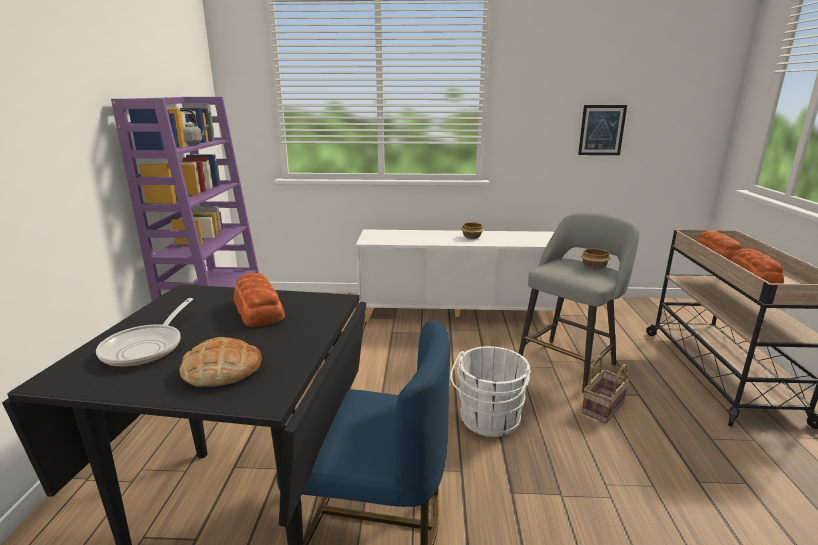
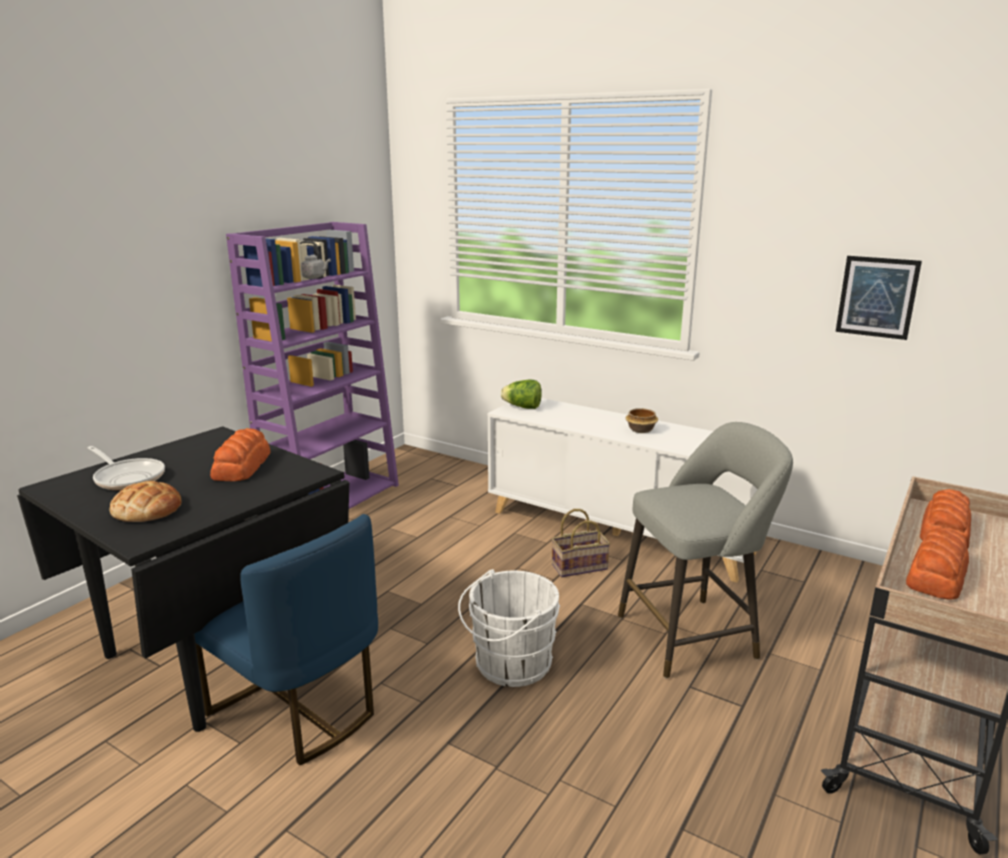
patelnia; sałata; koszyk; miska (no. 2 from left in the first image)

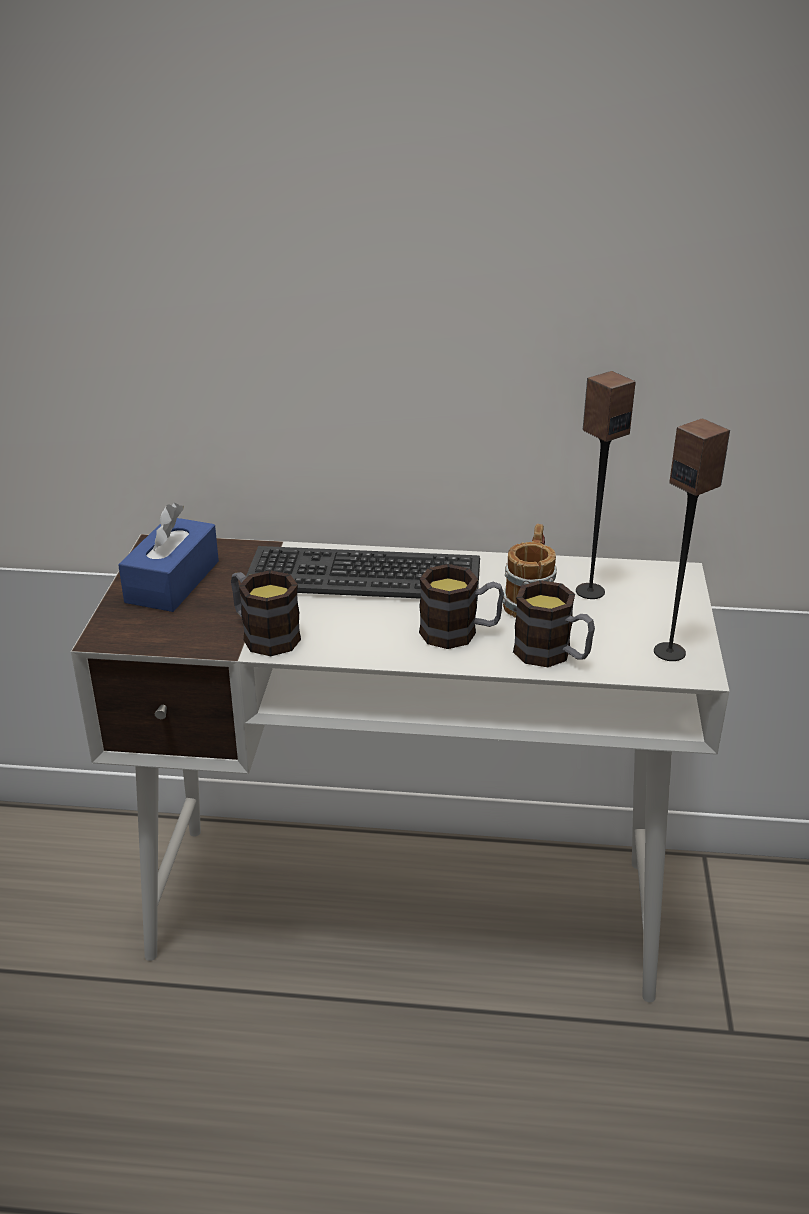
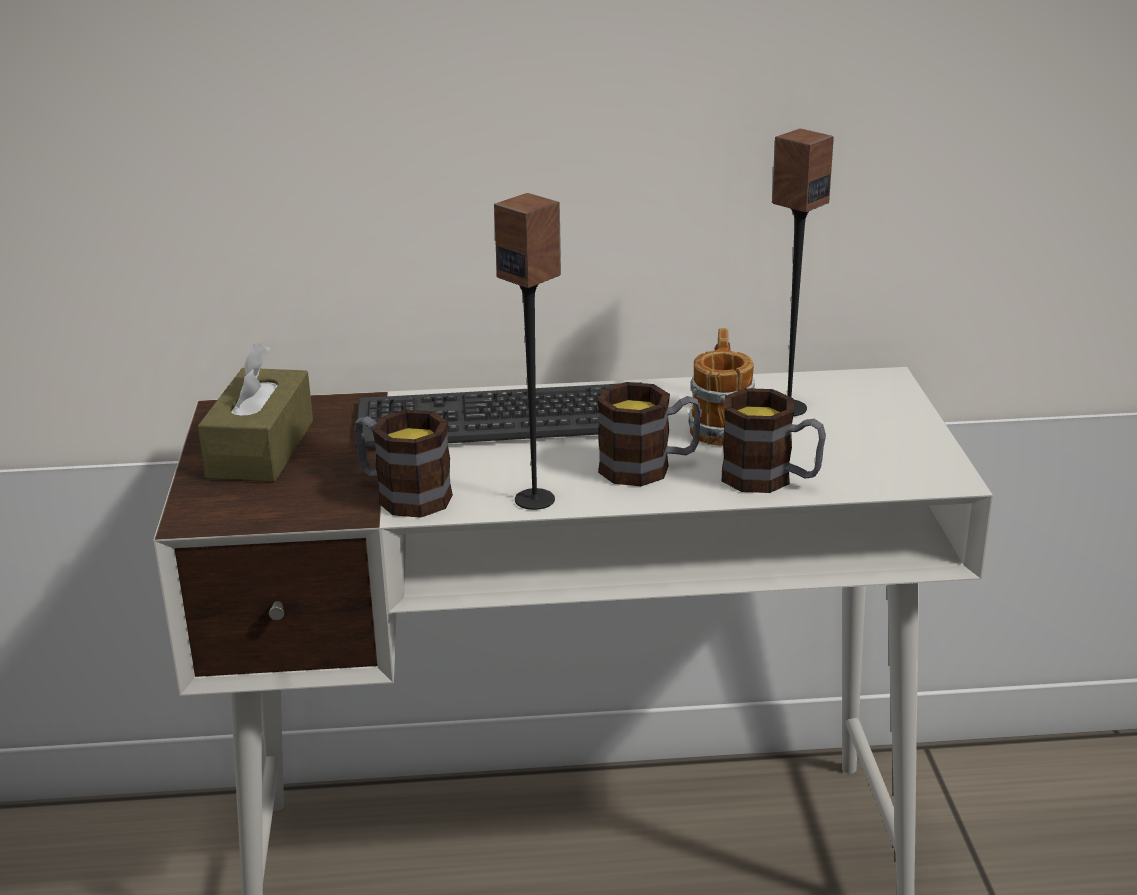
pudełko chusteczek (brązowy); głośnik (no. 1 from left)

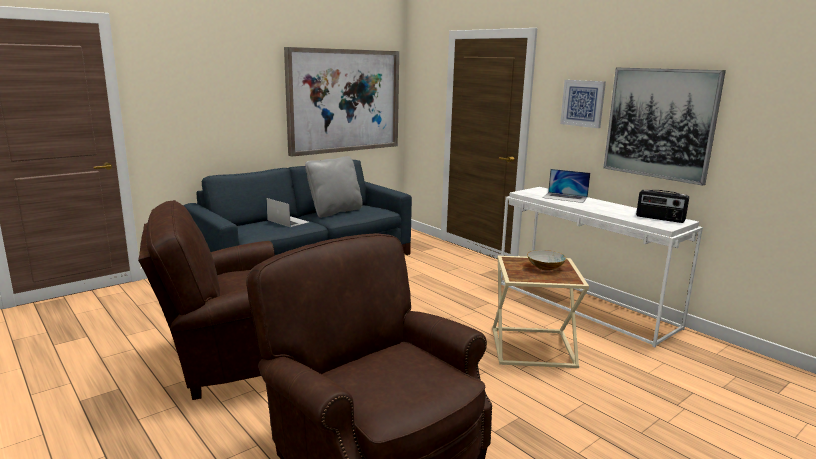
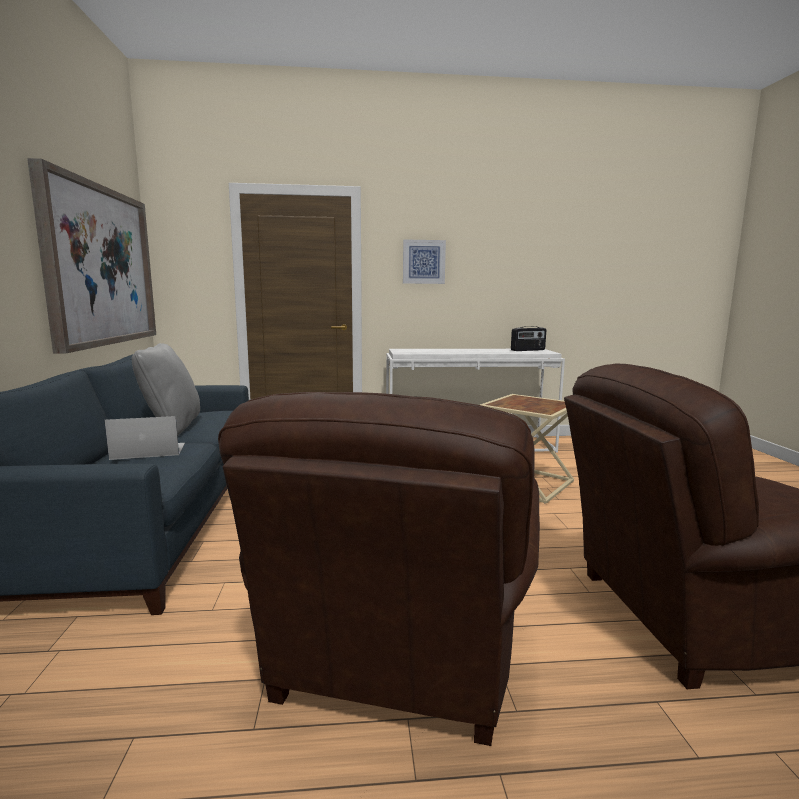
miska; laptop (no. 2 from left in the first image); obraz (no. 3 from left in the first image)

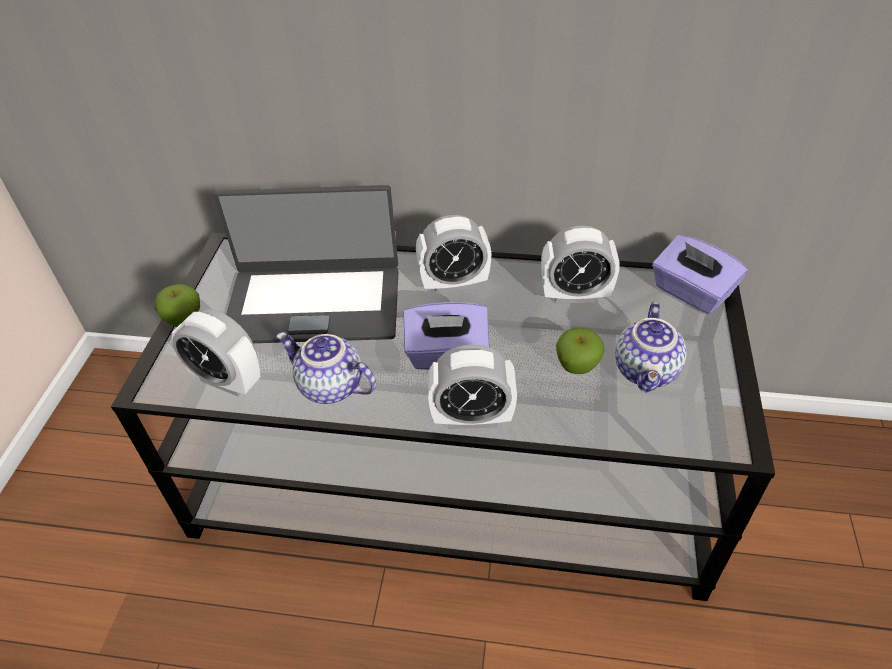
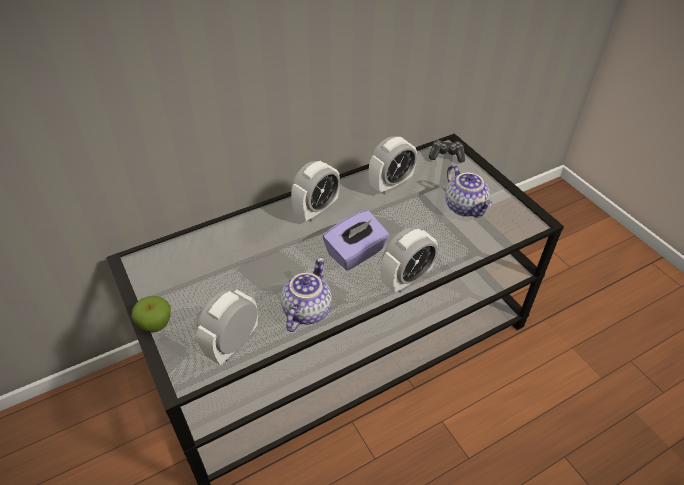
budzik (no. 1 from left); imbryk (no. 1 from left); pad do gier; laptop; jabłko (no. 2 from left in the first image)

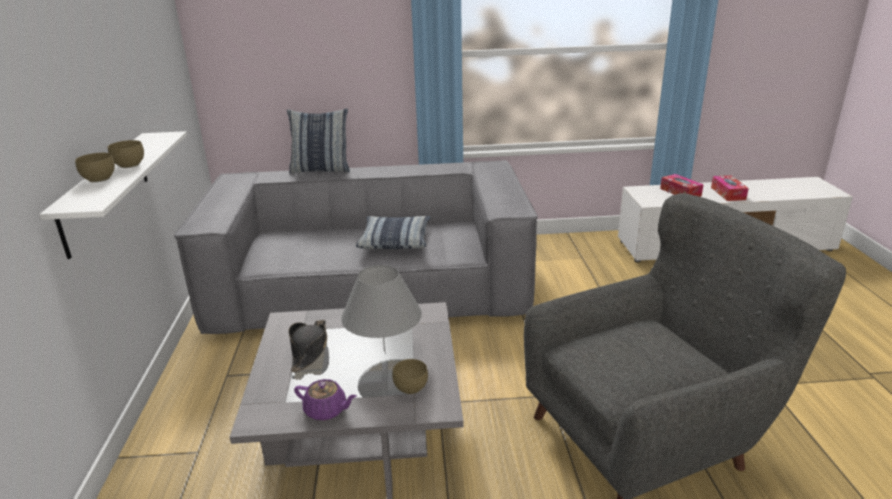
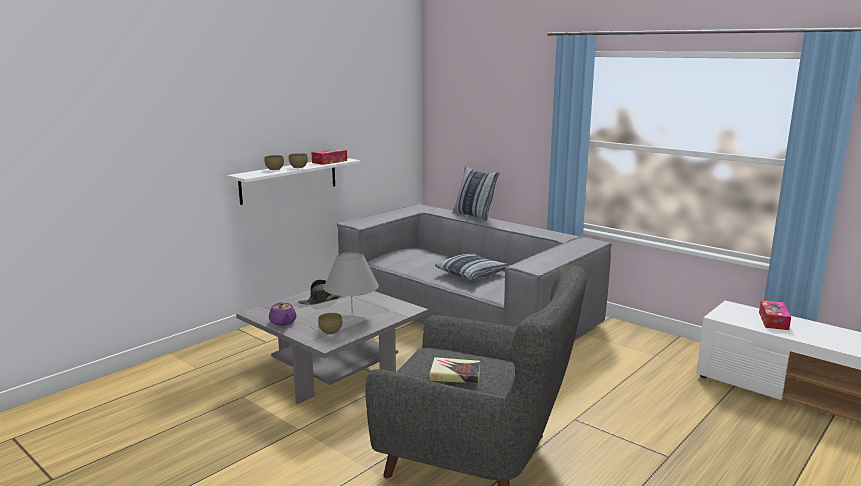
pudełko chusteczek (no. 1 from left); książka

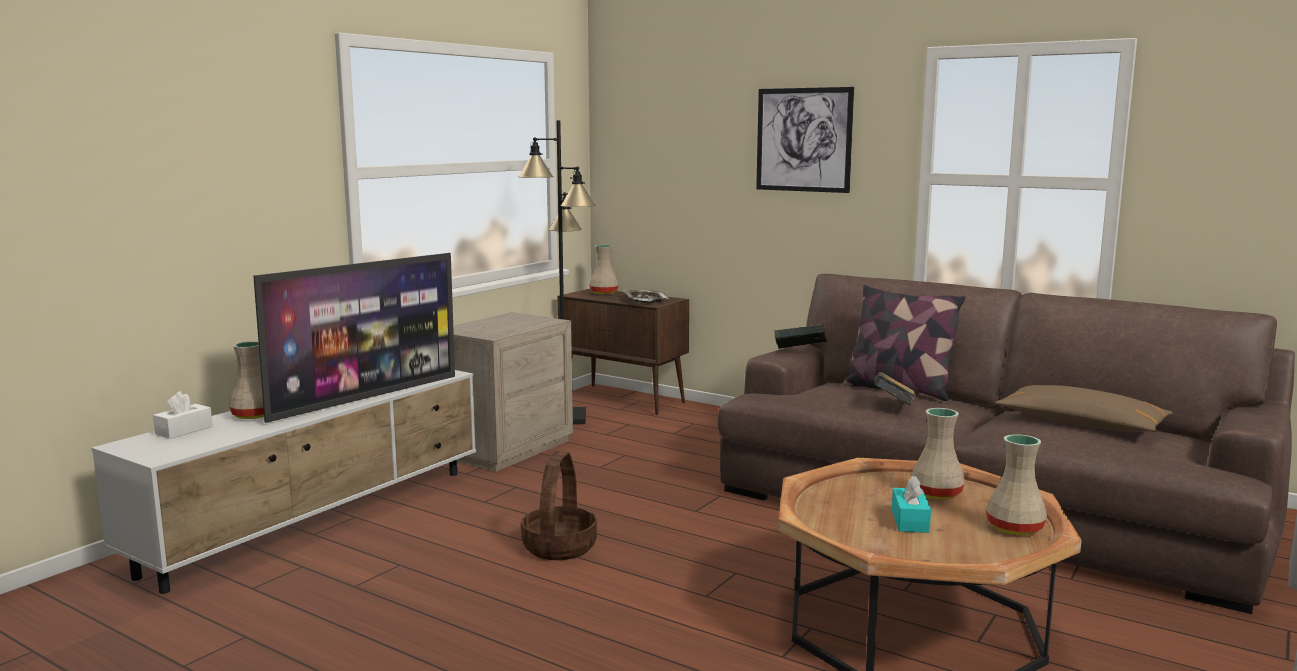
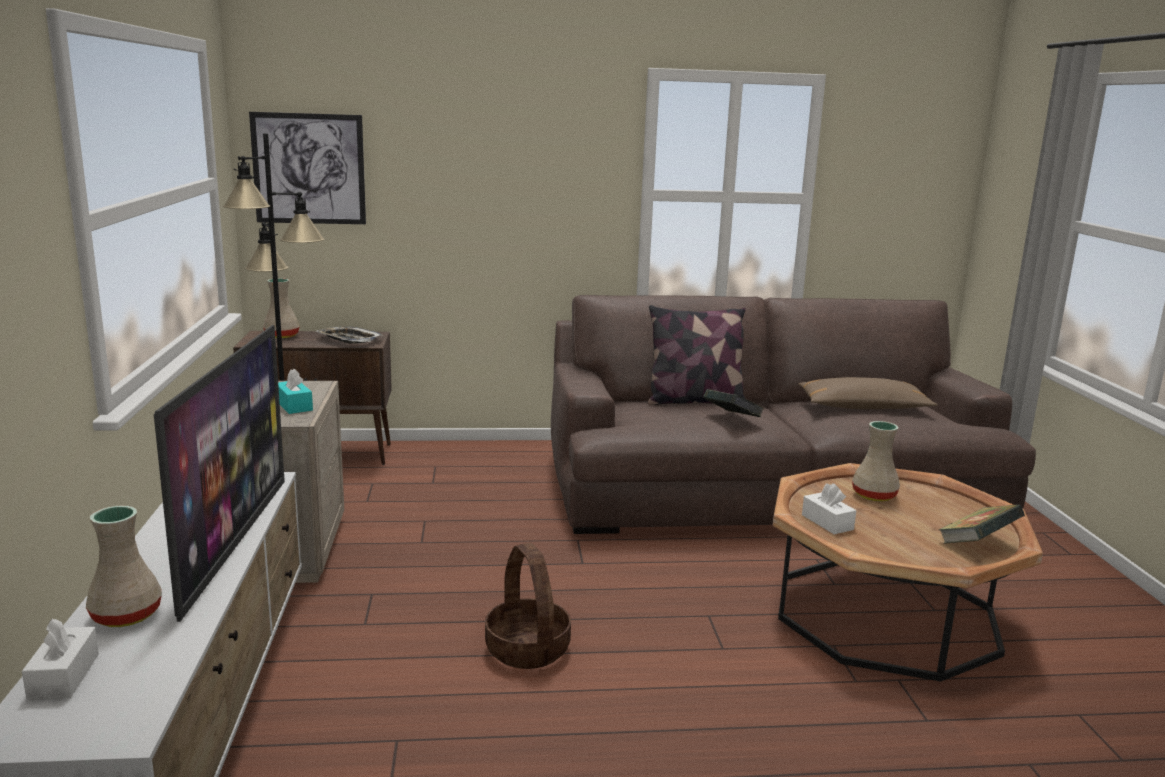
obraz; pudełko chusteczek (turkusowy); pudełko chusteczek (biały) (no. 2 from left); książka (no. 2 from left); wazon (beżowy) (no. 4 from left in the first image)

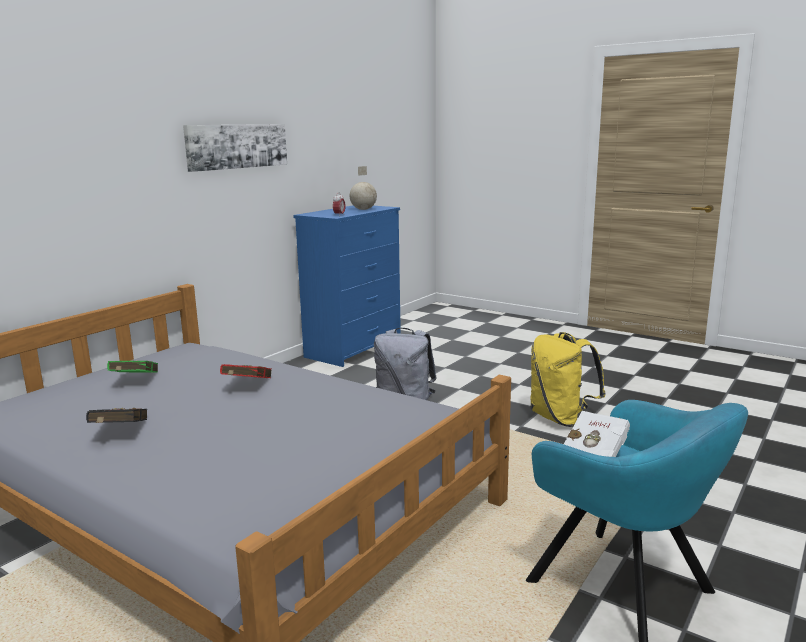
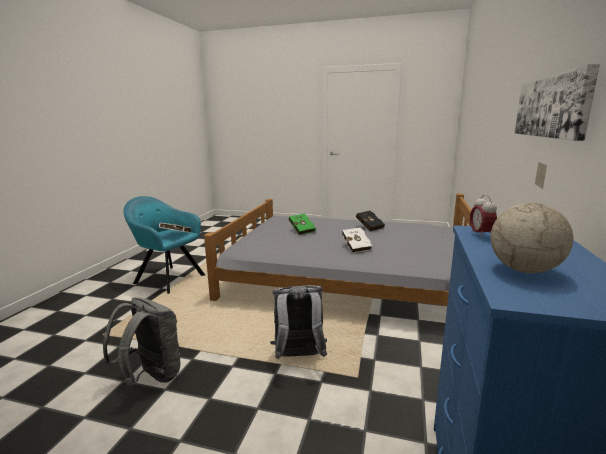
plecak (szary) (no. 1 from left); książka (zielony); książka (biały) (no. 2 from left)

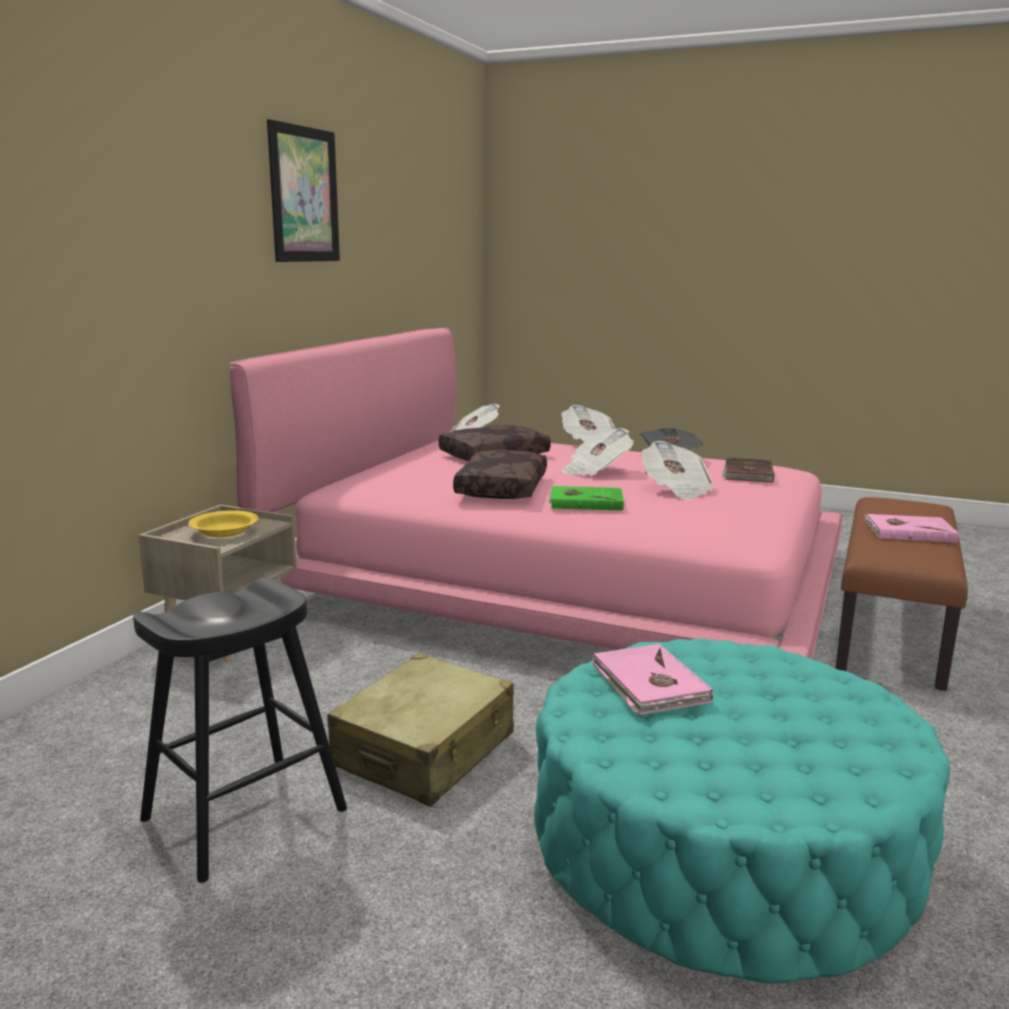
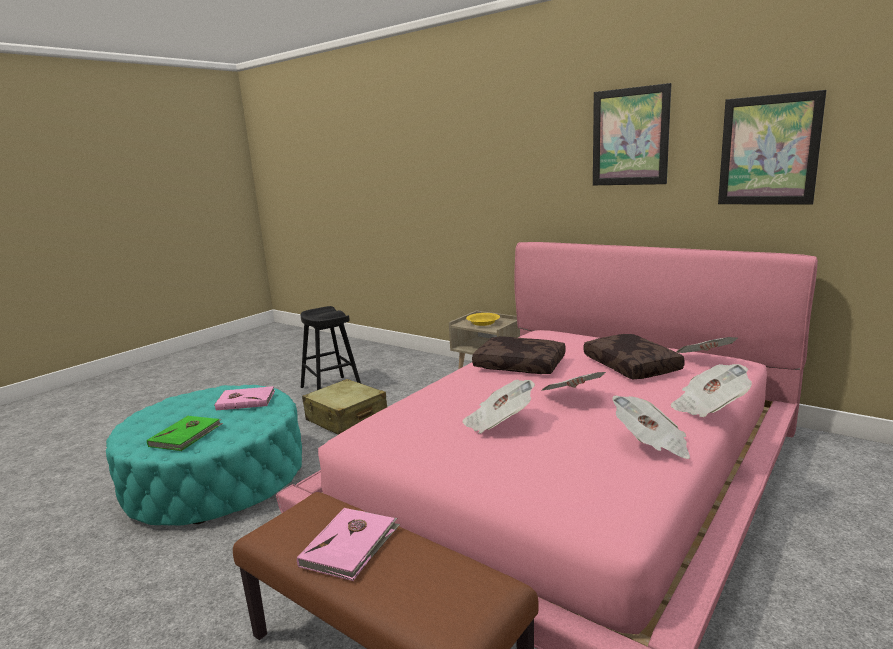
książka (zielony); obraz (no. 2 from left); książka (brązowy)

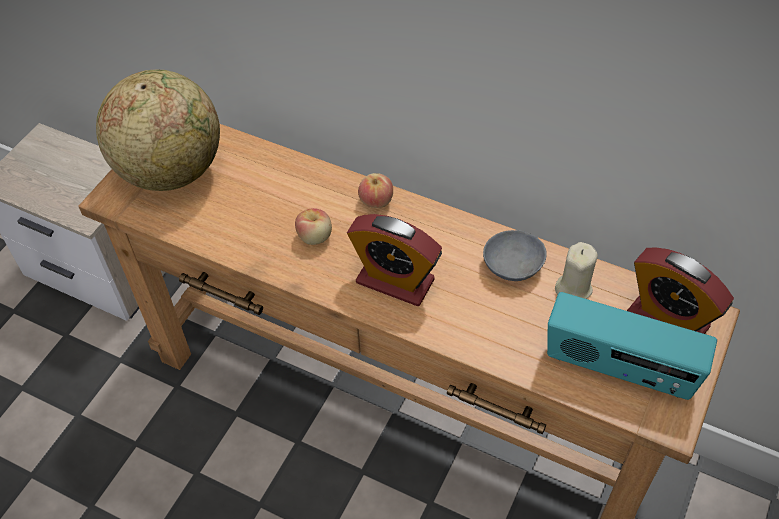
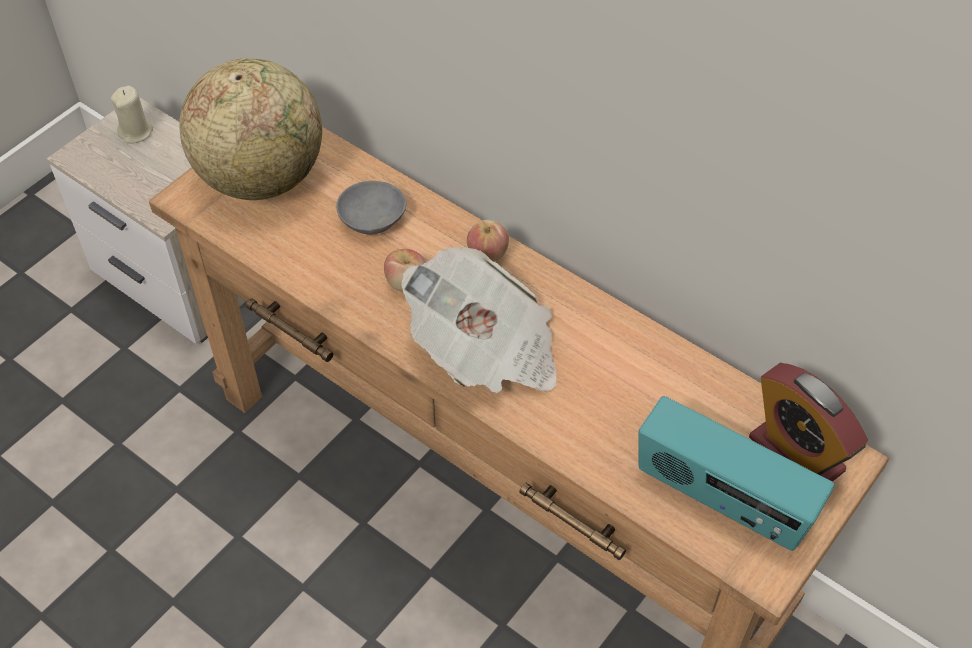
świeca (beżowy); miska (szary); gazeta

